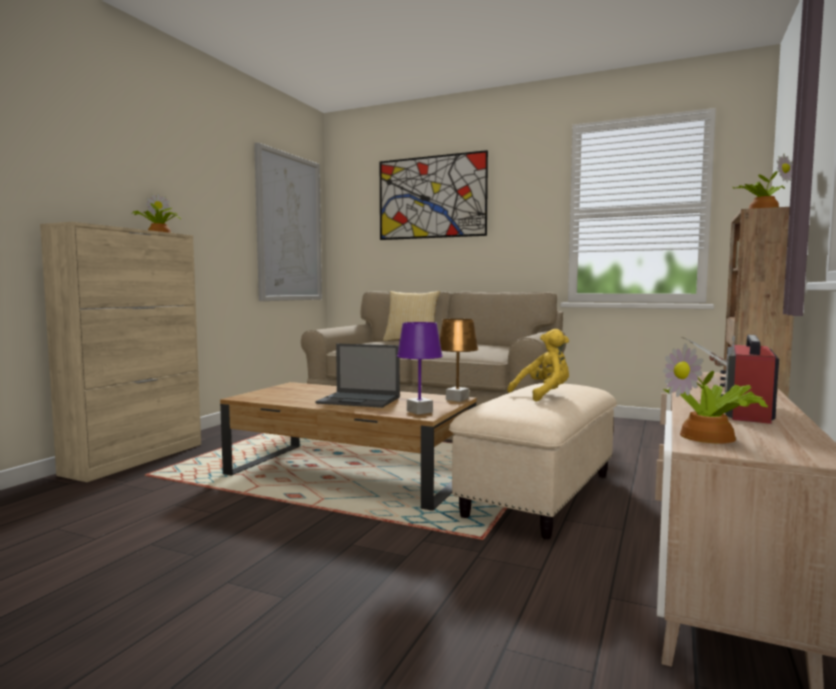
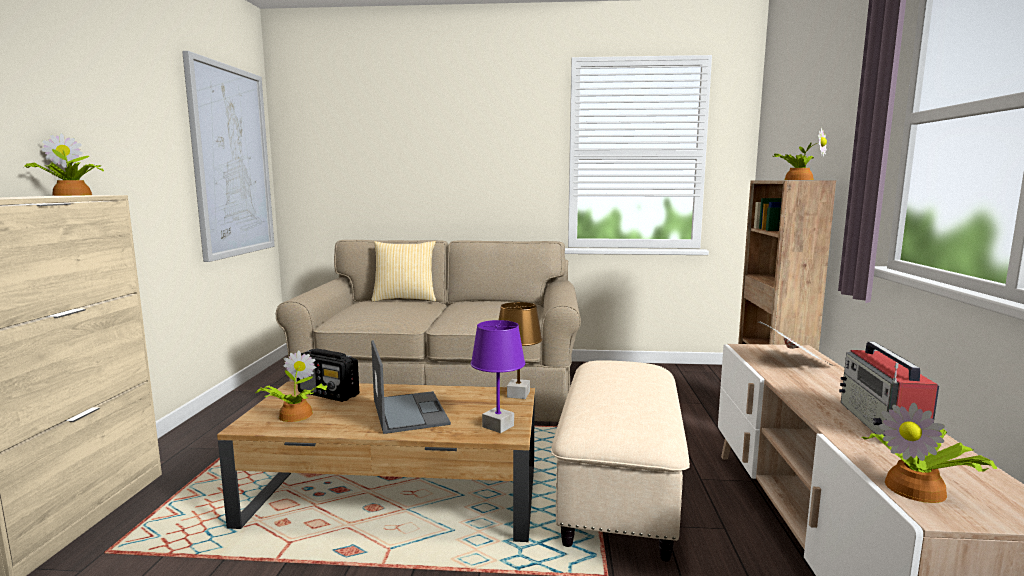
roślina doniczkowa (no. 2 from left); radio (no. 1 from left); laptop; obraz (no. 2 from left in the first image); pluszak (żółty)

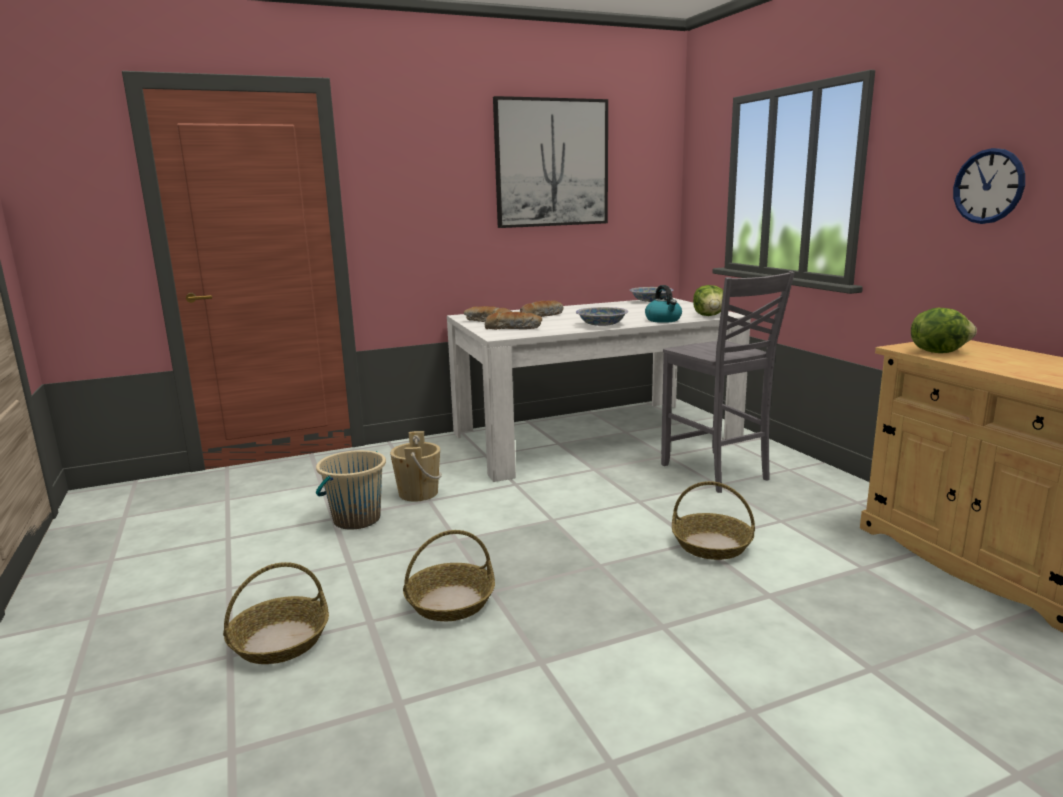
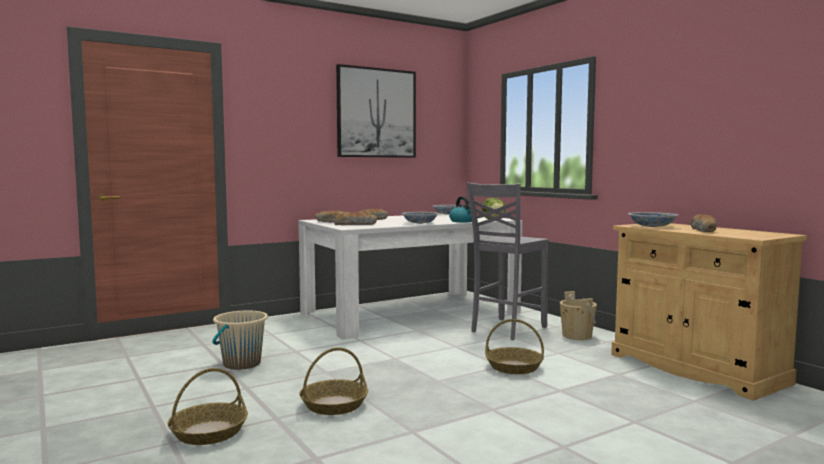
krzesło (szary); wiadro (beżowy) (no. 2 from left); miska (no. 3 from left); chleb (no. 4 from left); zegar ścienny

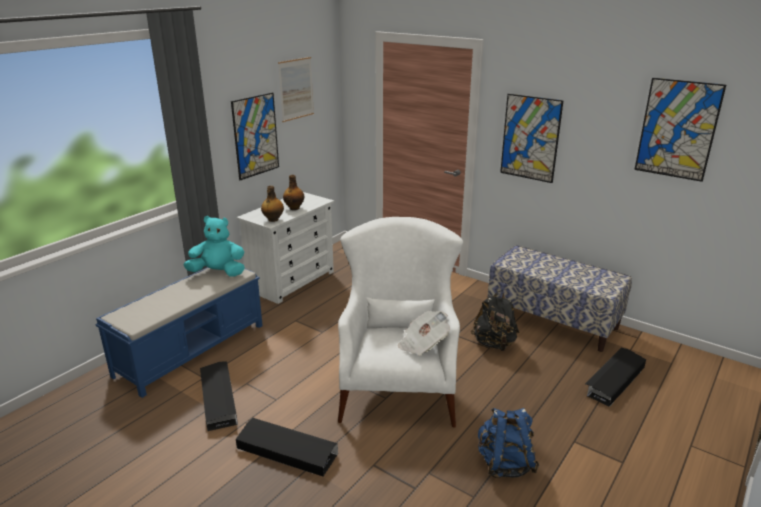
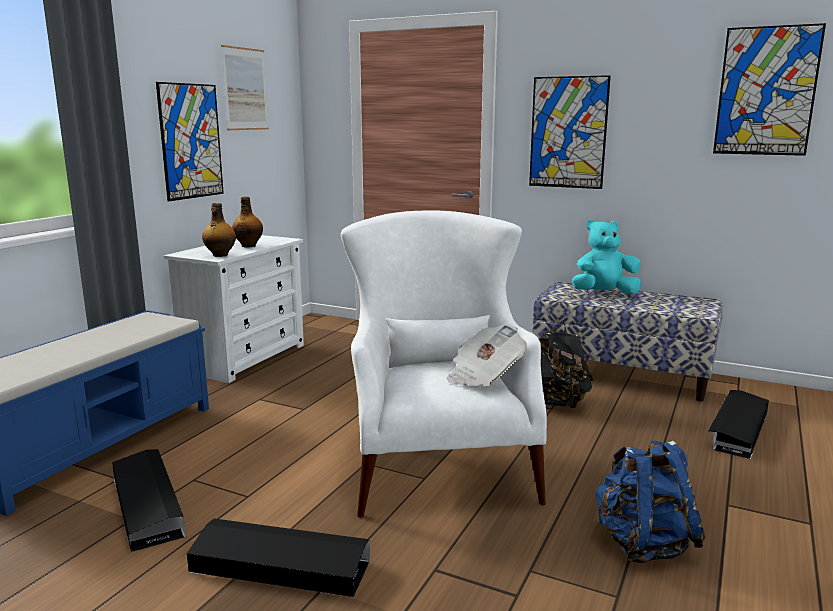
pluszak (turkusowy)

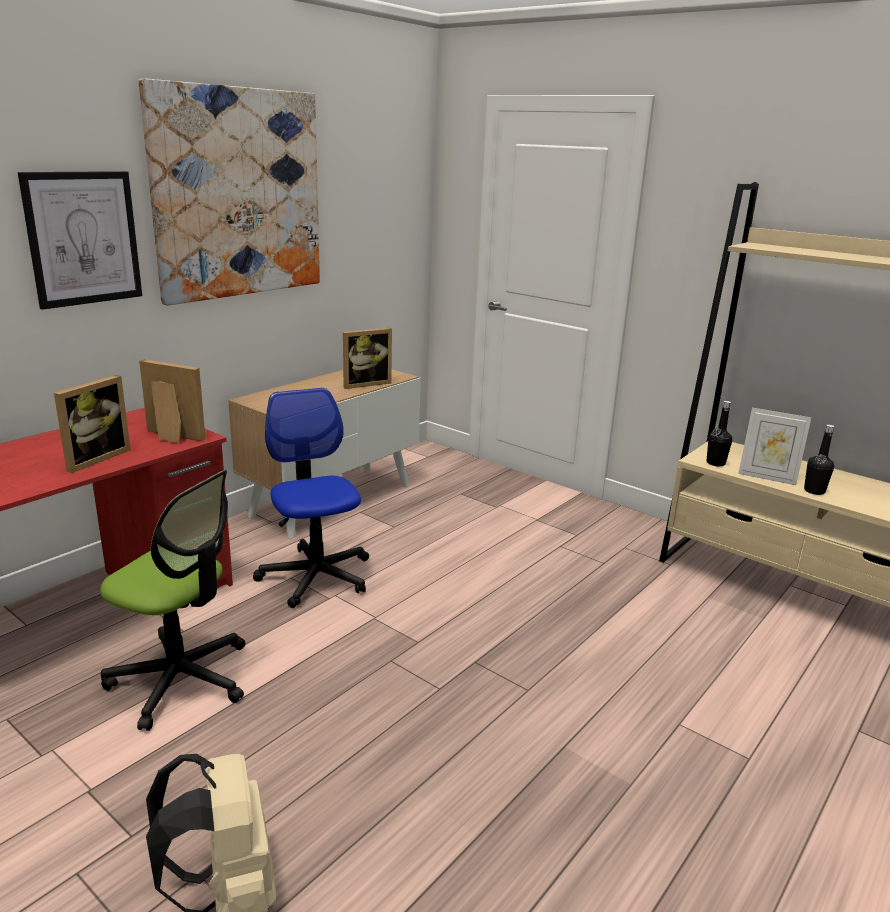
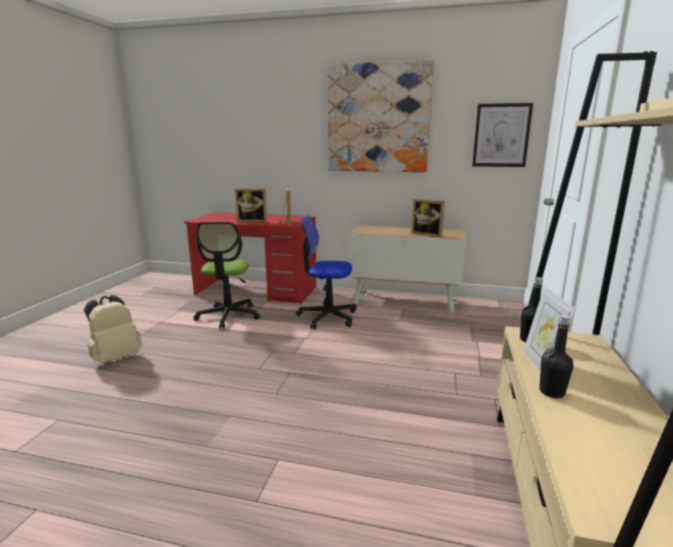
krzesło biurowe (no. 2 from left); obraz (no. 2 from left)

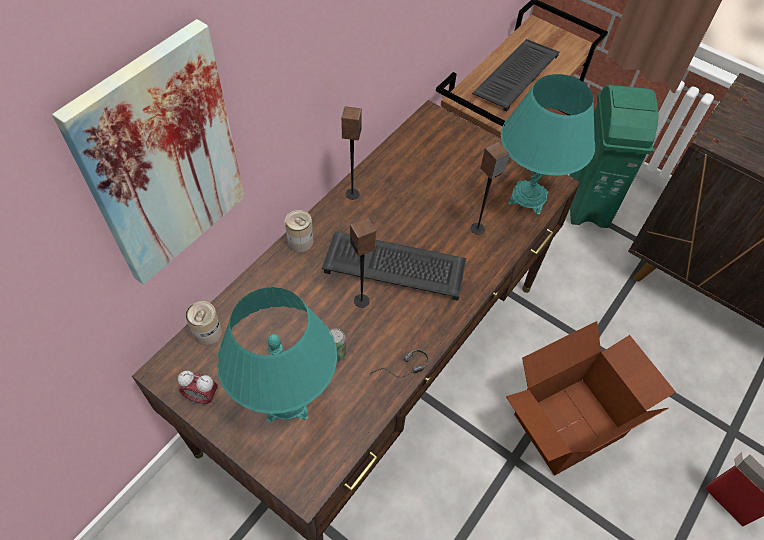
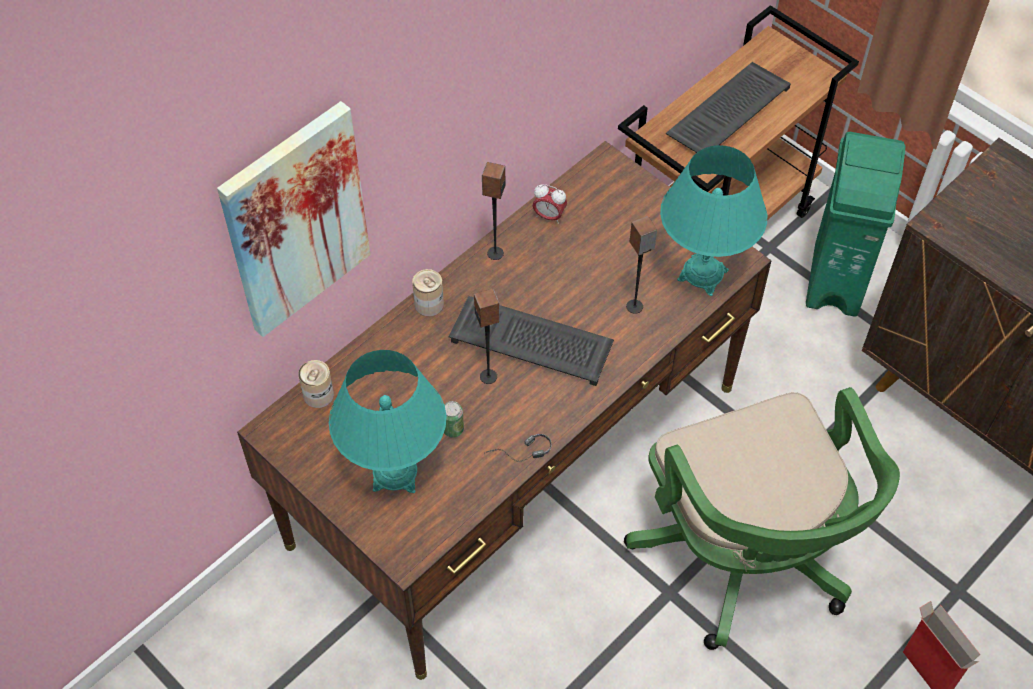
budzik; krzesło biurowe (zielony)

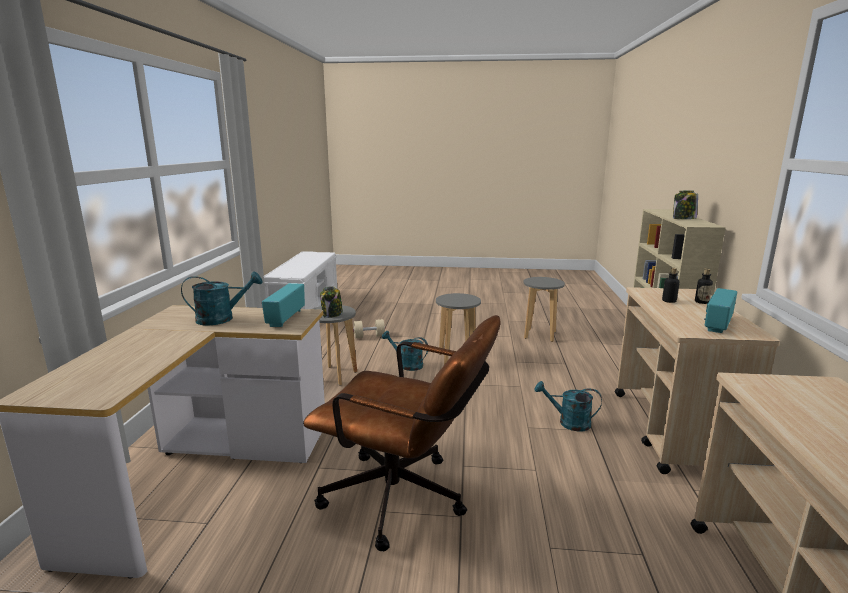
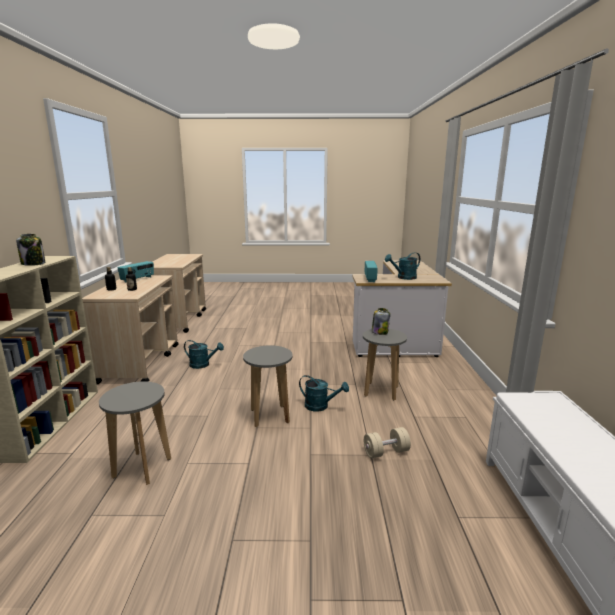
krzesło biurowe (brązowy)

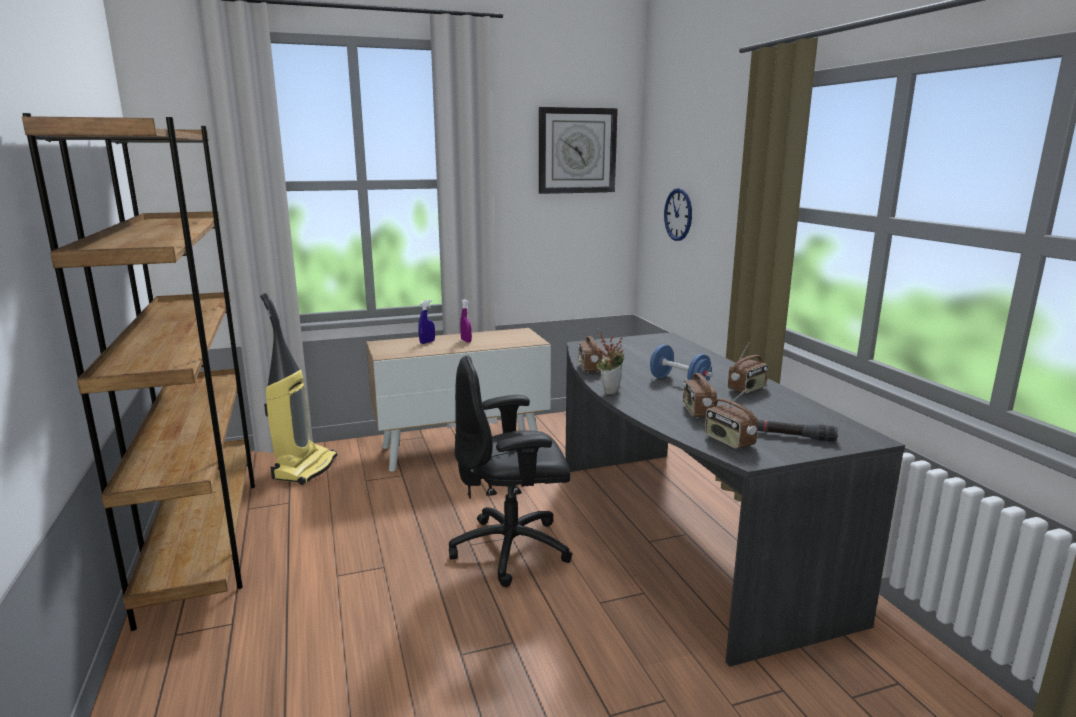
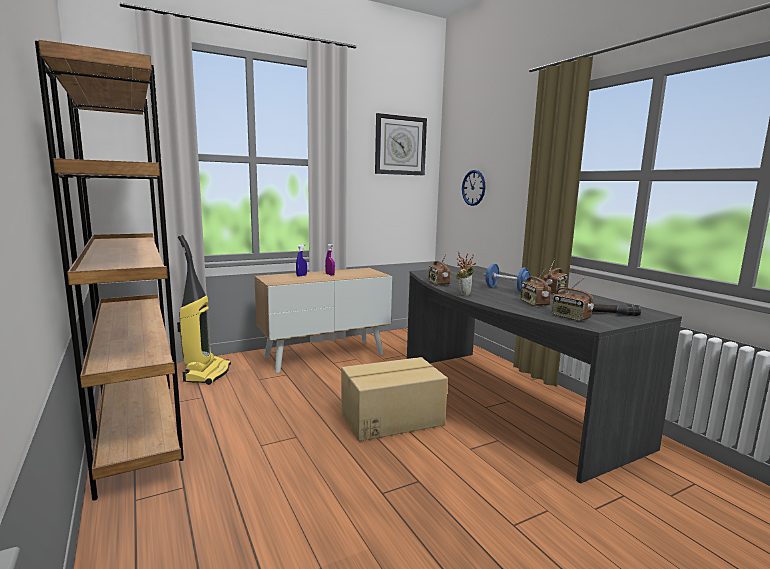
karton

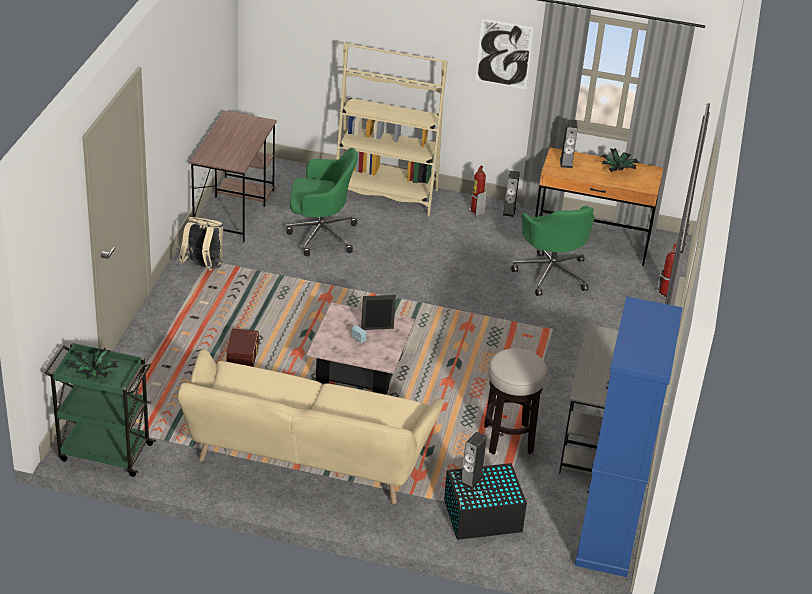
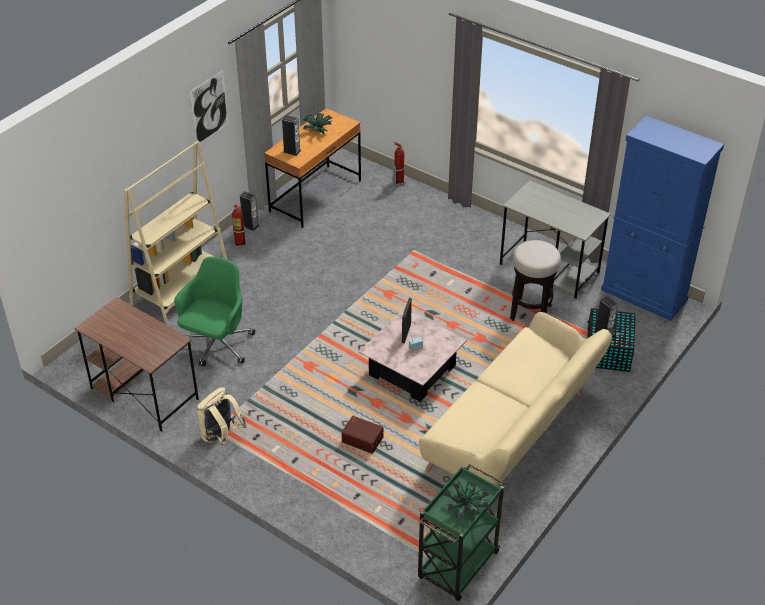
krzesło biurowe (zielony) (no. 2 from left in the first image)

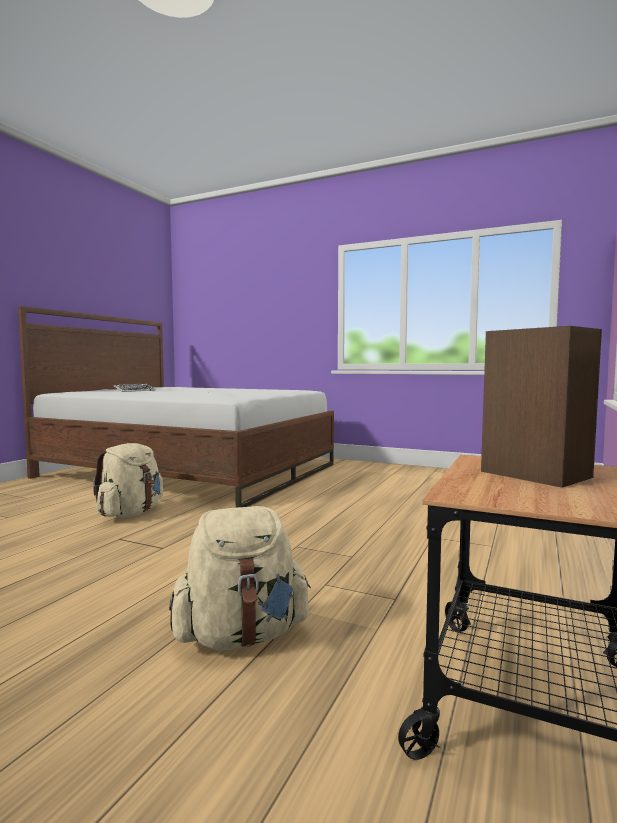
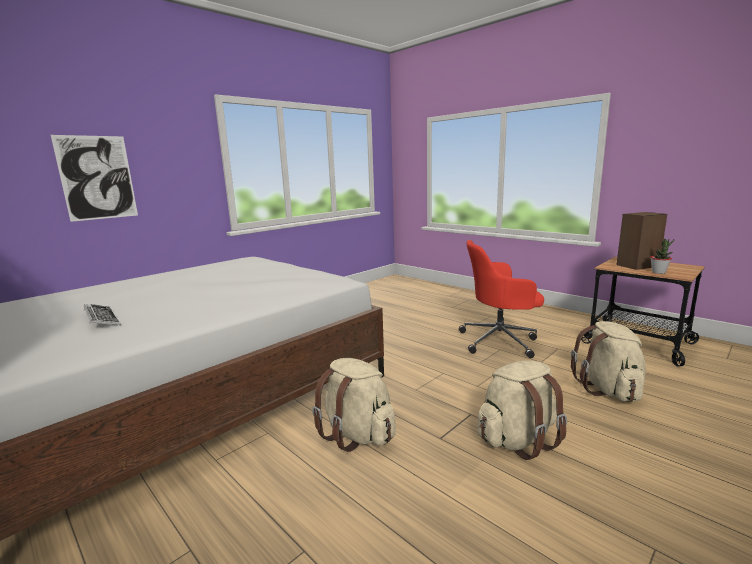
obraz; krzesło biurowe (czerwony); plecak (beżowy) (no. 2 from left); roślina doniczkowa

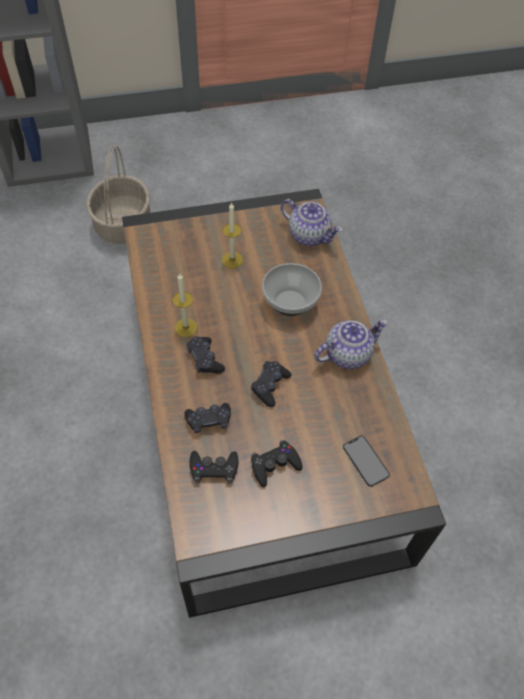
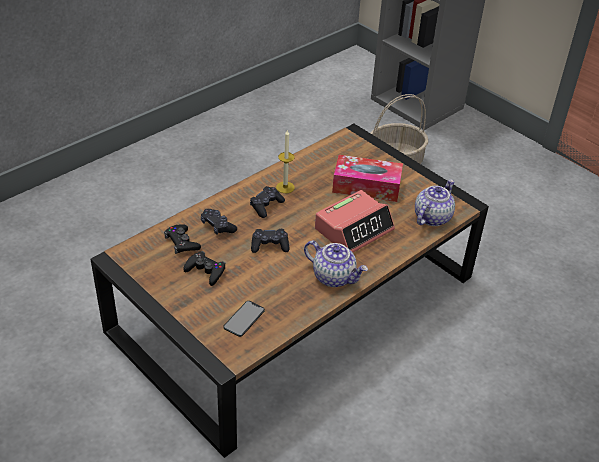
budzik; pudełko chusteczek; imbryk (no. 2 from left)

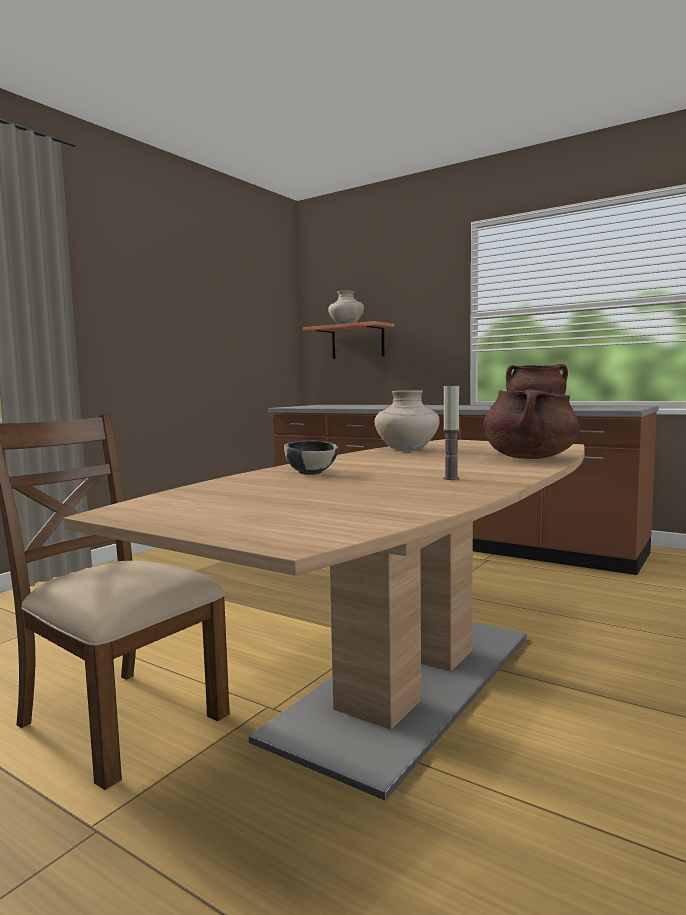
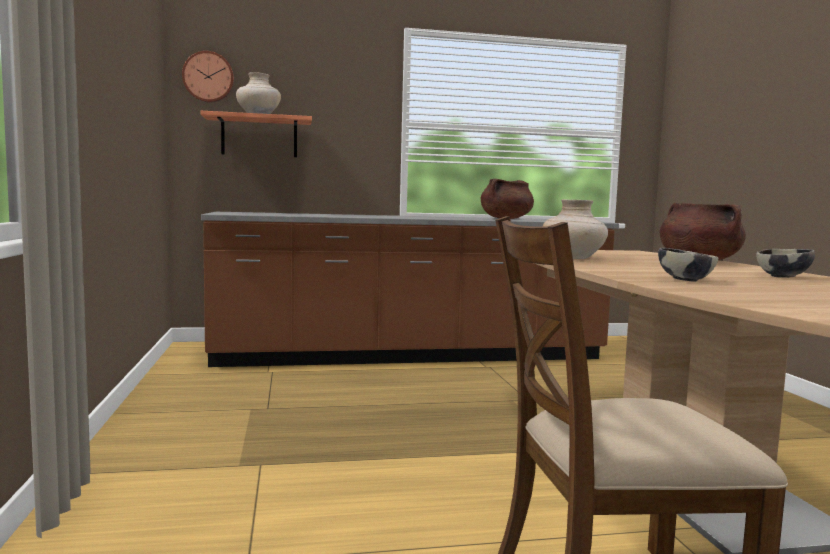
zegar ścienny; miska (no. 2 from left)

